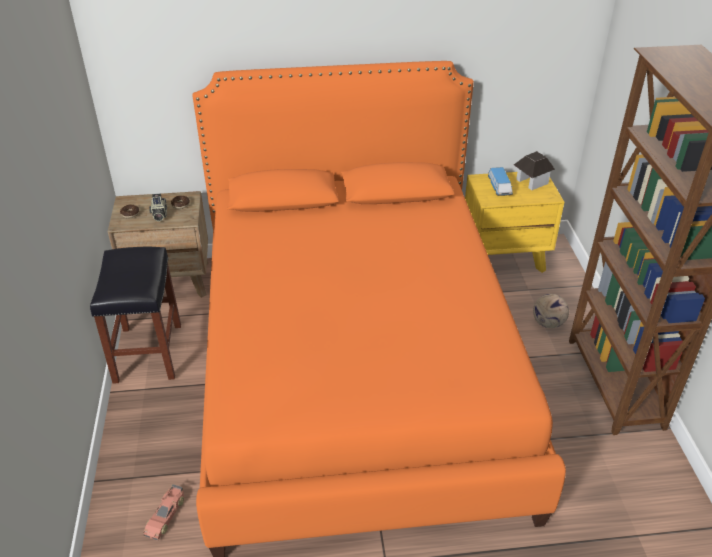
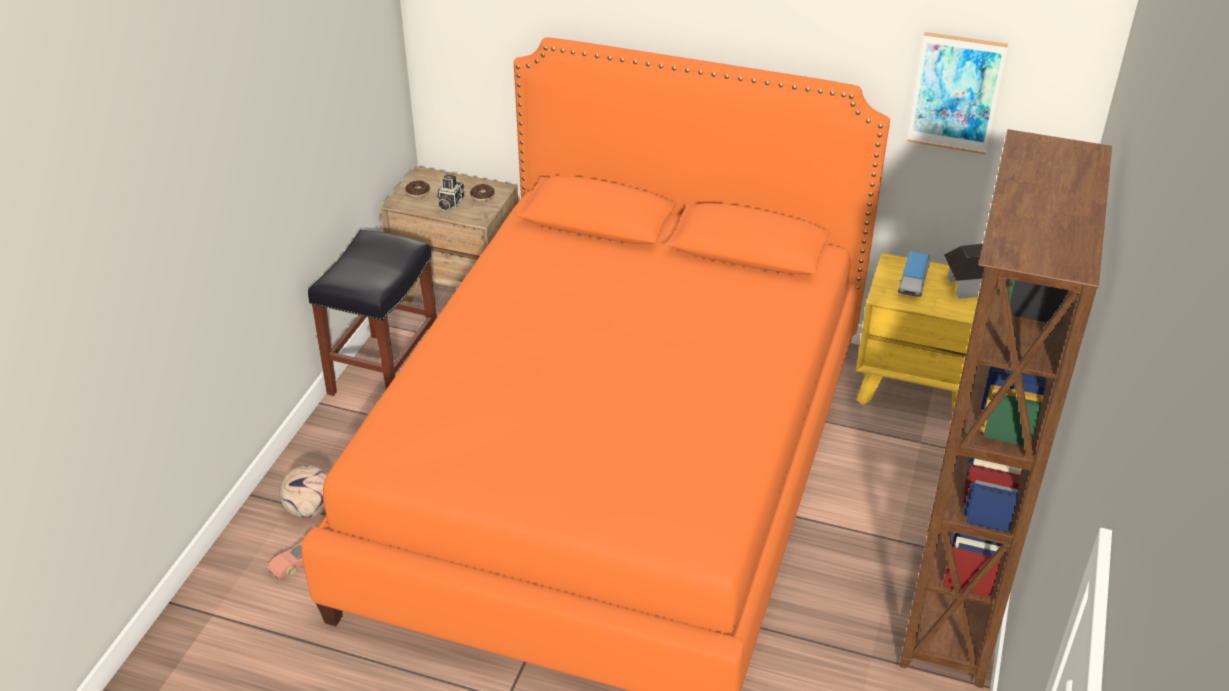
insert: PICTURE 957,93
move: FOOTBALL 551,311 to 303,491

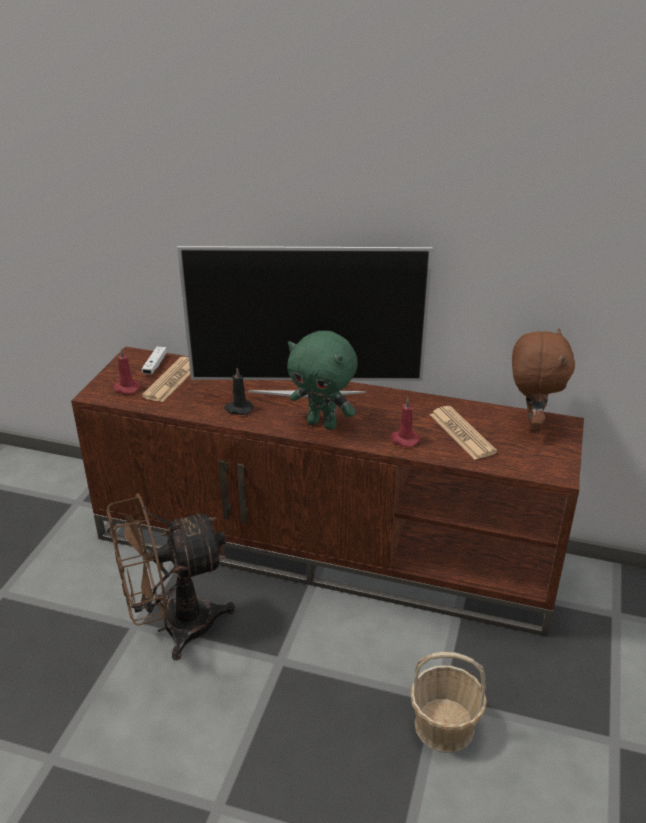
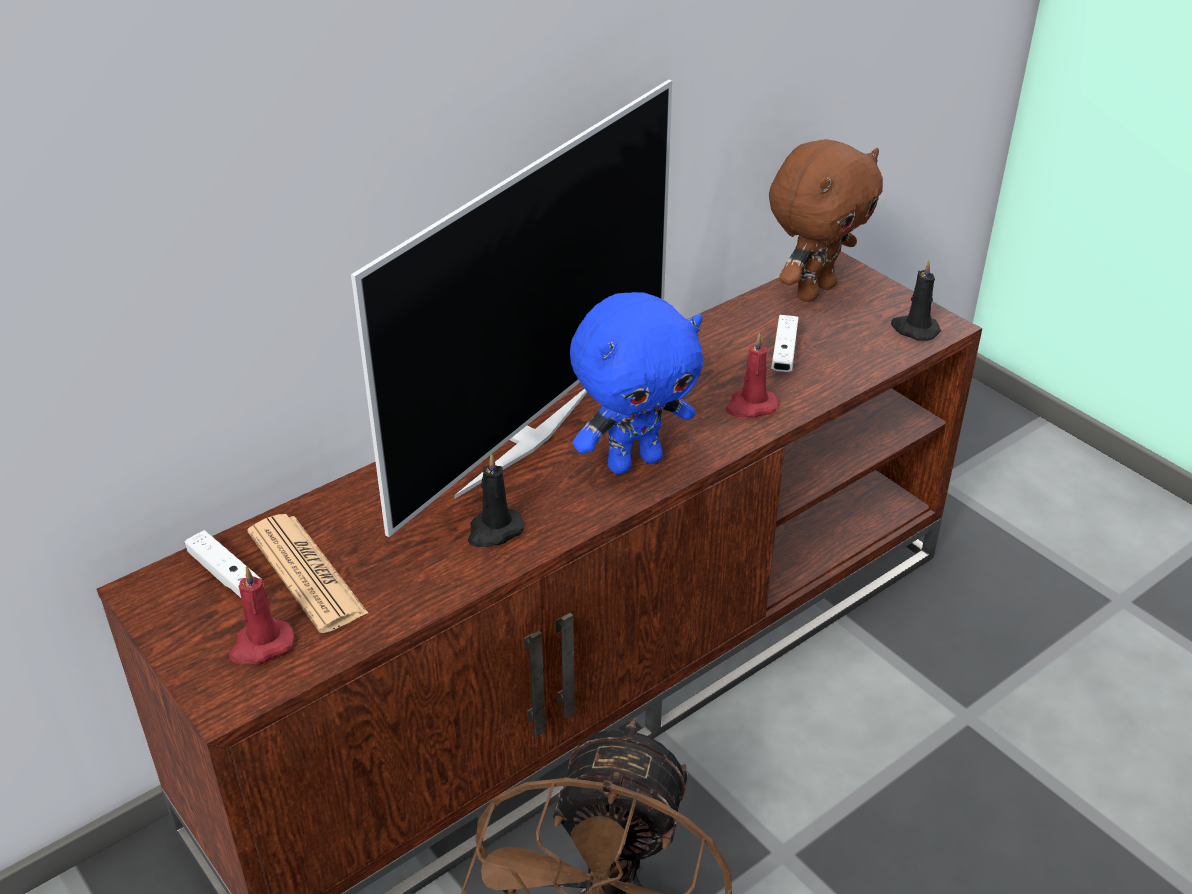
delete: BASKET 448,702
insert: BLACK CANDLE 916,300
replace: NEWSPAPER 463,433 to WHITE GAME CONTROLLER 784,343
recolor: GREEN PLUSH TOY 322,380 to BLUE PLUSH TOY 636,383
rotate: BROWN PLUSH TOY 543,380 = 826,220 90 degrees clockwise

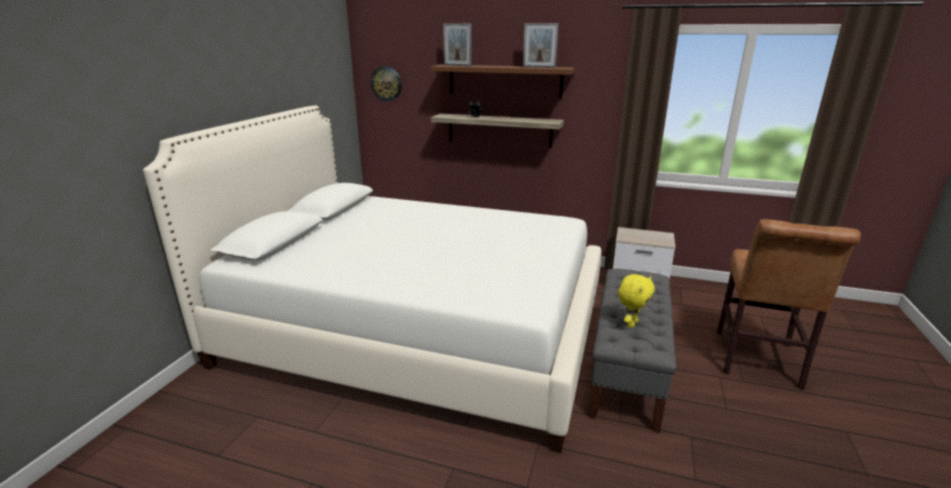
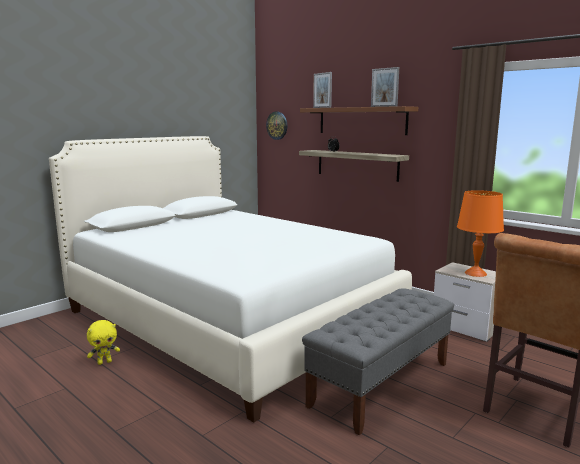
insert: ORANGE TABLE LAMP 480,233
move: YELLOW PLUSH TOY 636,301 to 103,342

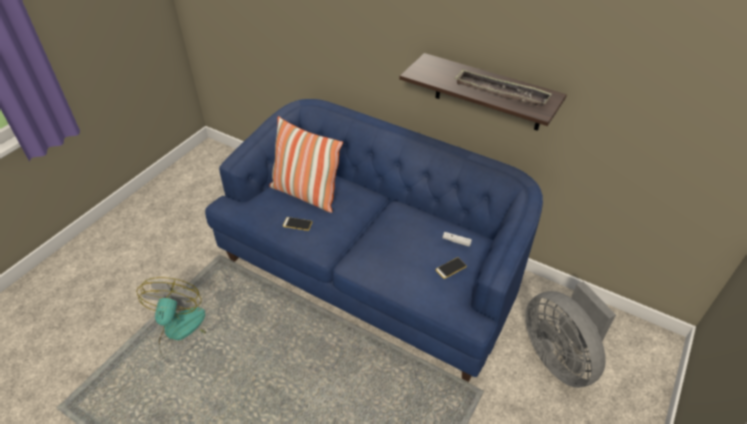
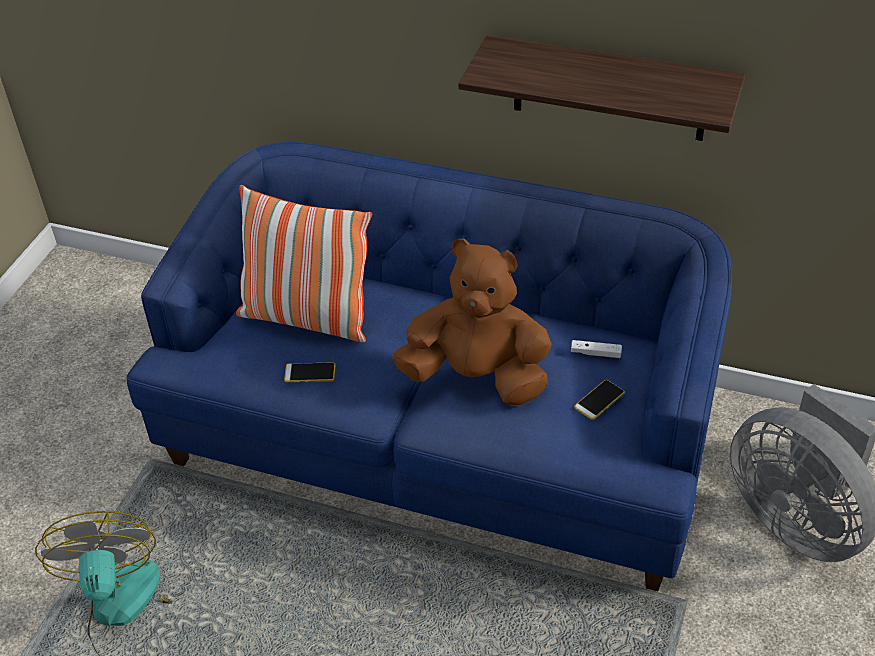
delete: TRAY 503,87
insert: BROWN PLUSH TOY 472,321

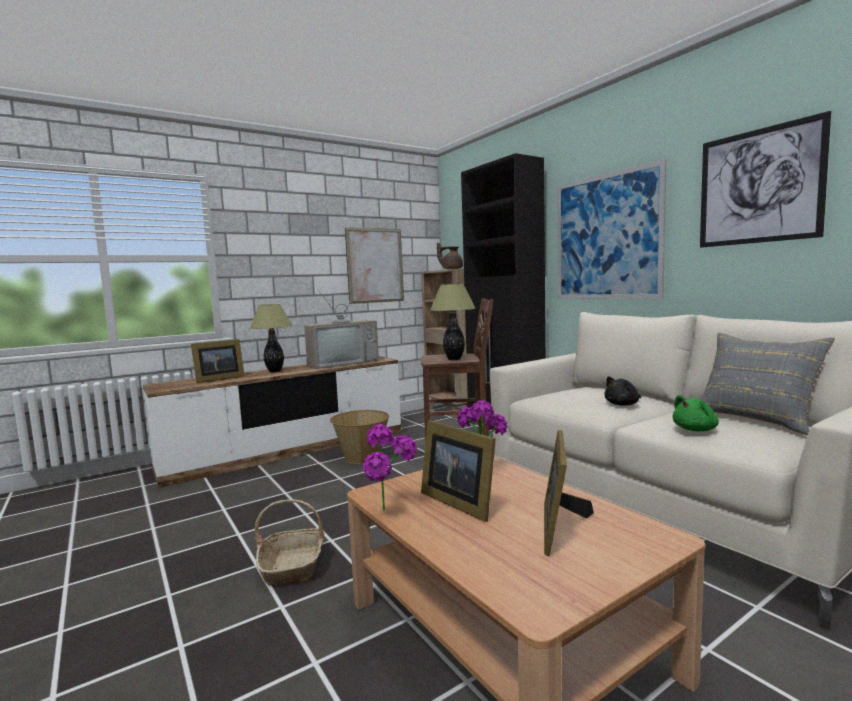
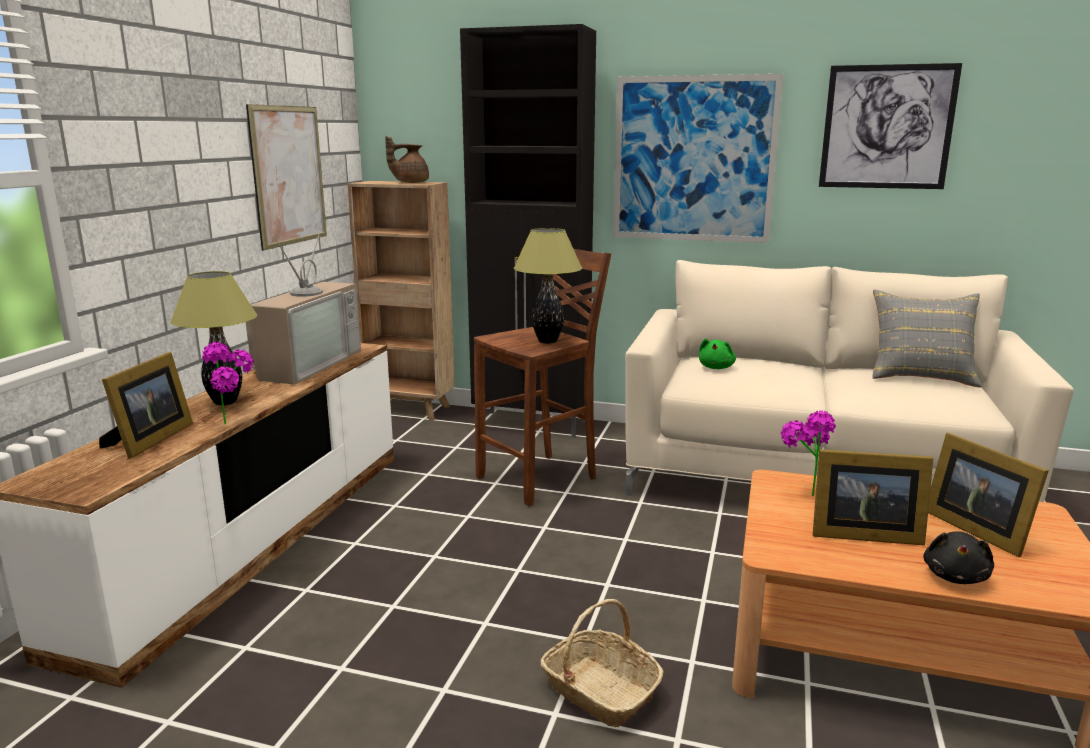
delete: BASKET 359,437
move: POTTED PLANT 390,467 to 228,383; BLACK PLUSH TOY 622,391 to 958,557; GREEN PLUSH TOY 695,413 to 717,354

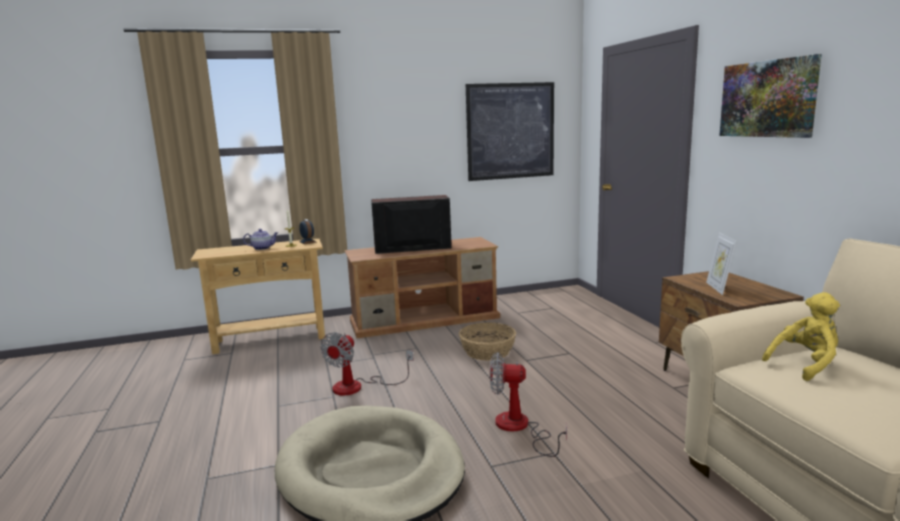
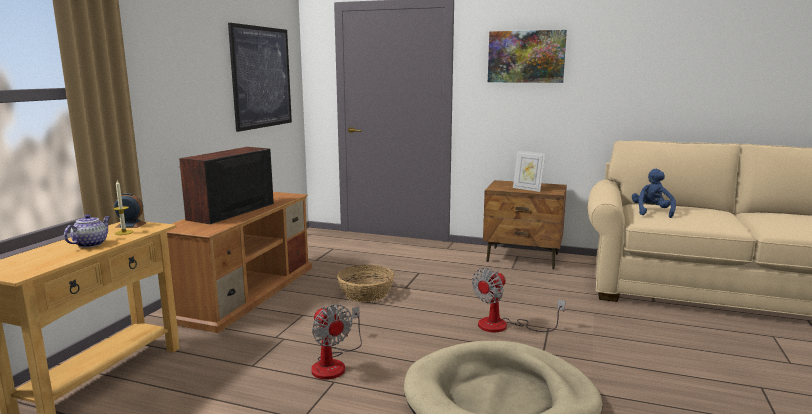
recolor: YELLOW PLUSH TOY 801,336 to BLUE PLUSH TOY 654,193

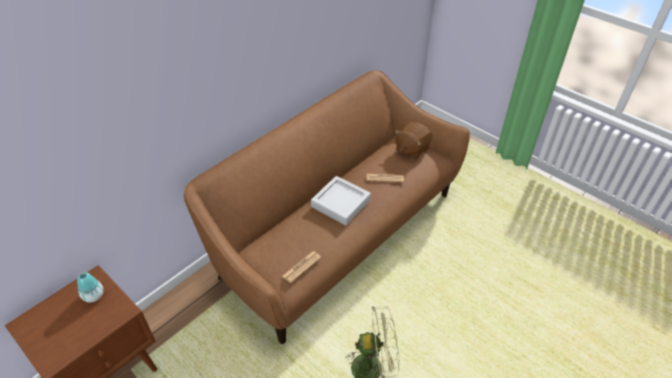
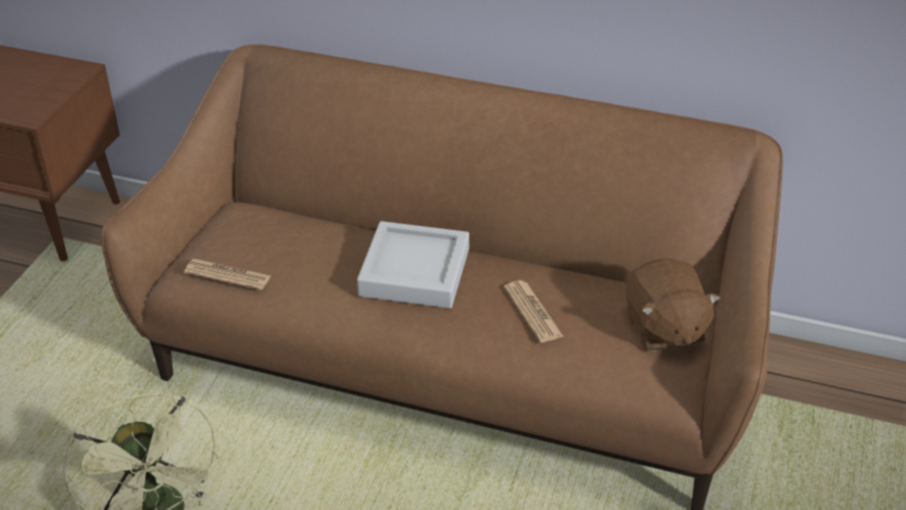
delete: VASE 90,287
rotate: BROWN PLUSH TOY 414,141 = 672,305 120 degrees counterclockwise

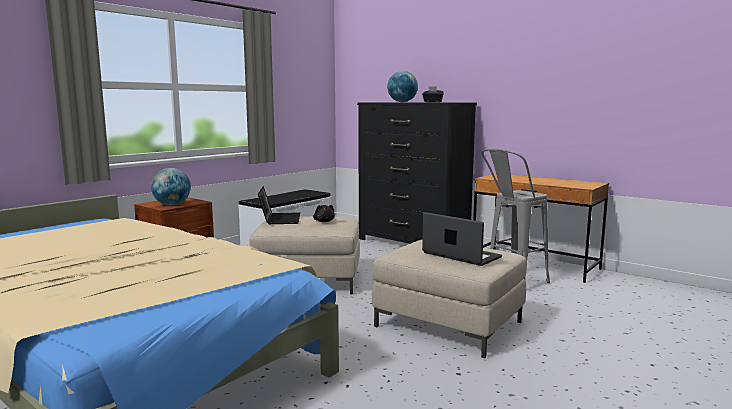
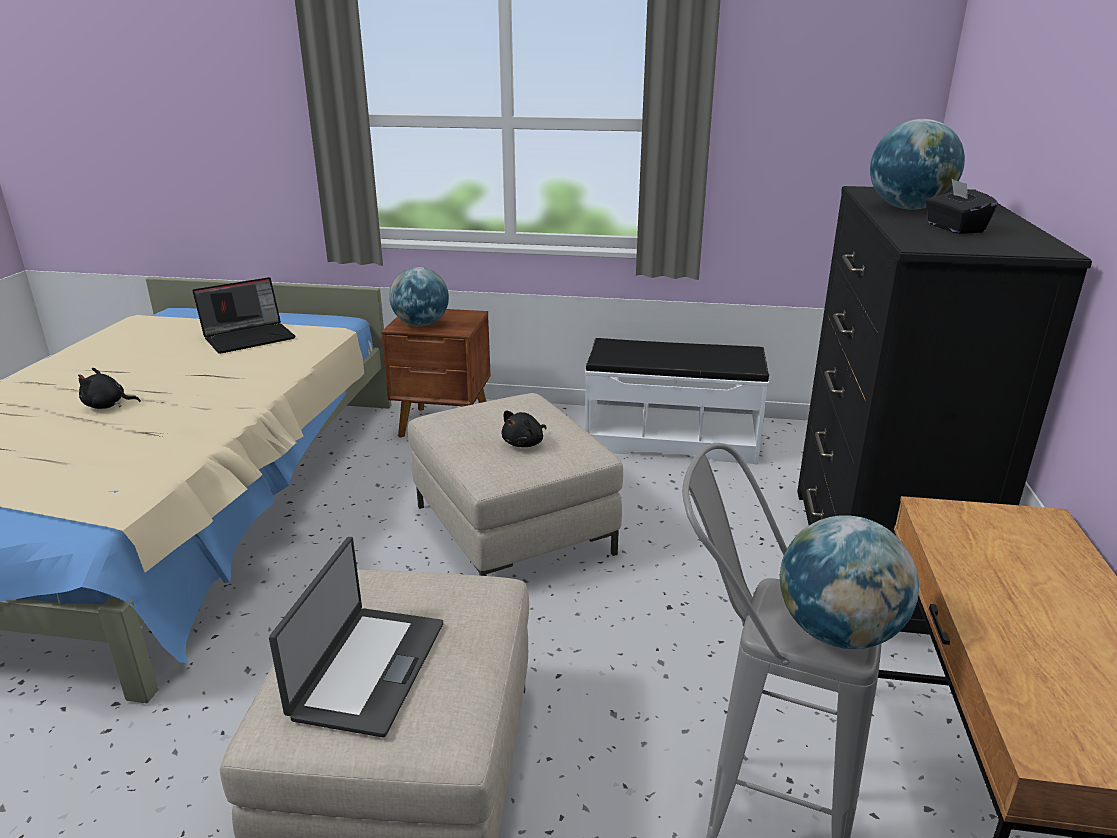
insert: BLACK PLUSH TOY 109,388; GLOBE 849,582
move: LAPTOP 279,205 to 243,315

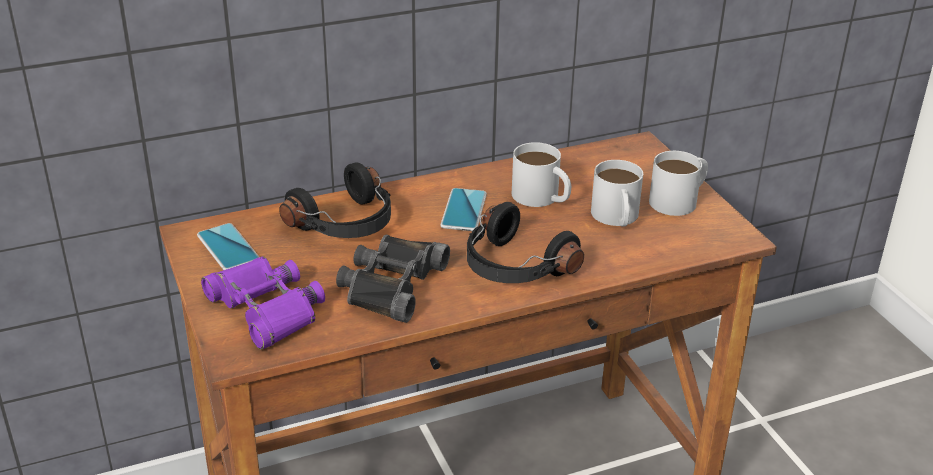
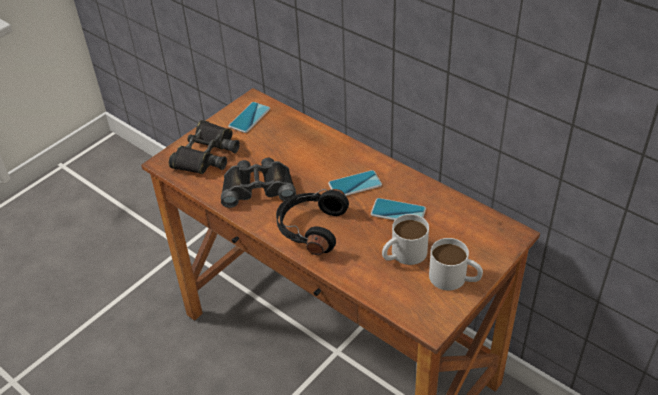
delete: BLACK HEADPHONES 335,200
replace: WHITE MUG 541,174 to PHONE 398,209
recolor: PURPLE BINOCULARS 263,303 to BLACK BINOCULARS 204,147

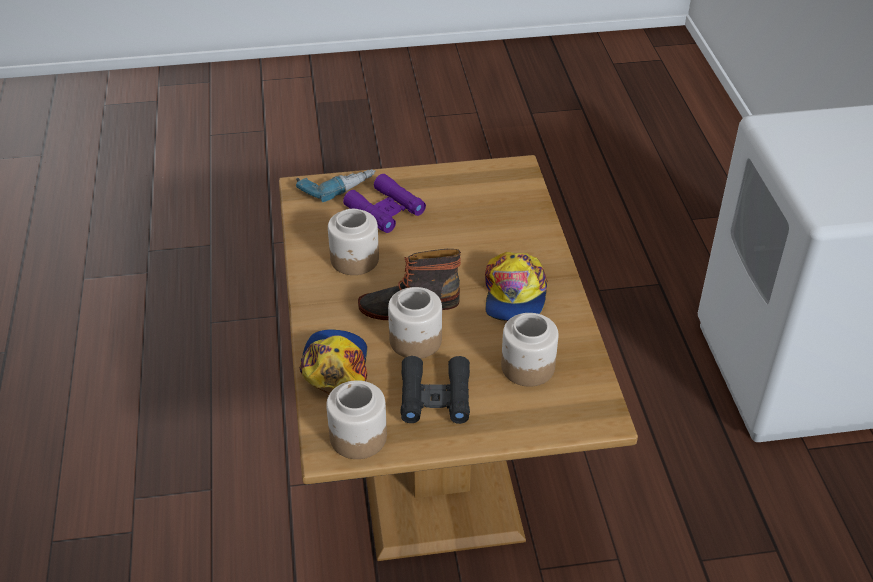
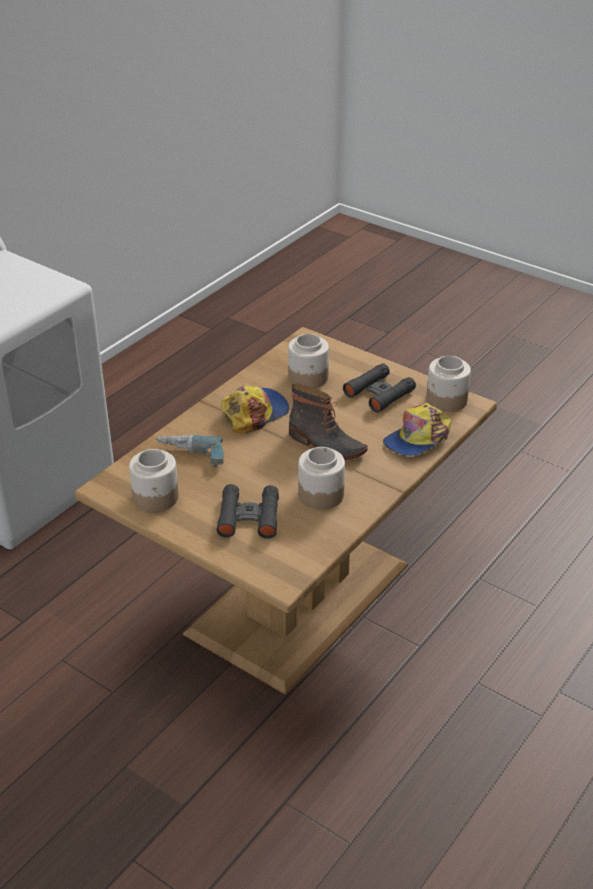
move: POWER DRILL 335,185 to 190,451; JAR 415,323 to 154,480
recolor: PURPLE BINOCULARS 384,203 to BLACK BINOCULARS 248,511

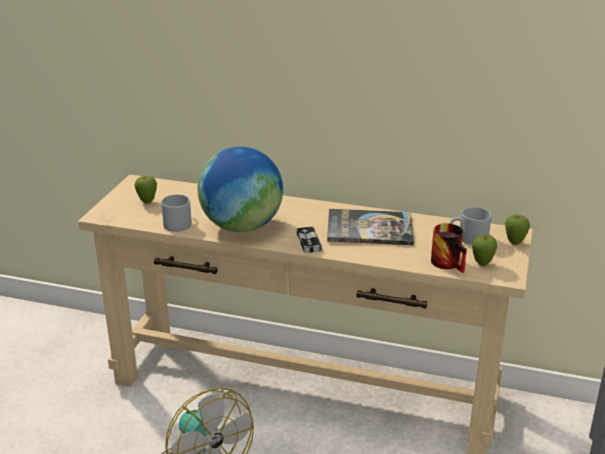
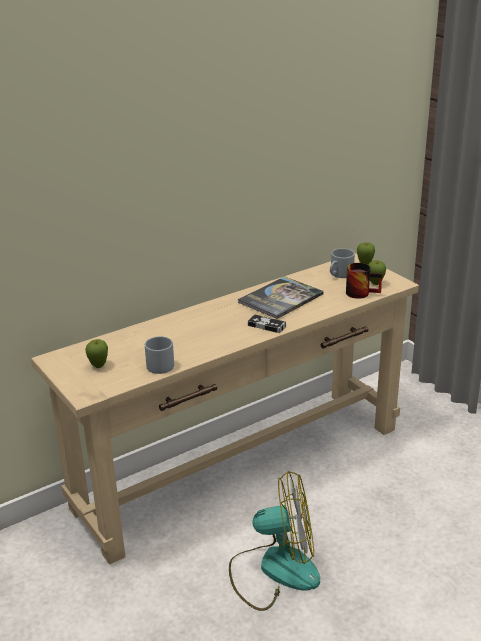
delete: GLOBE 240,189

